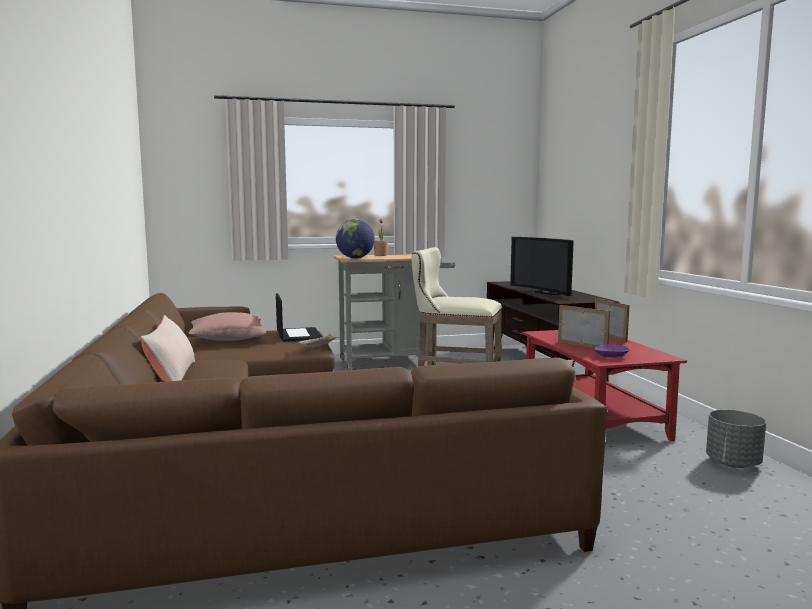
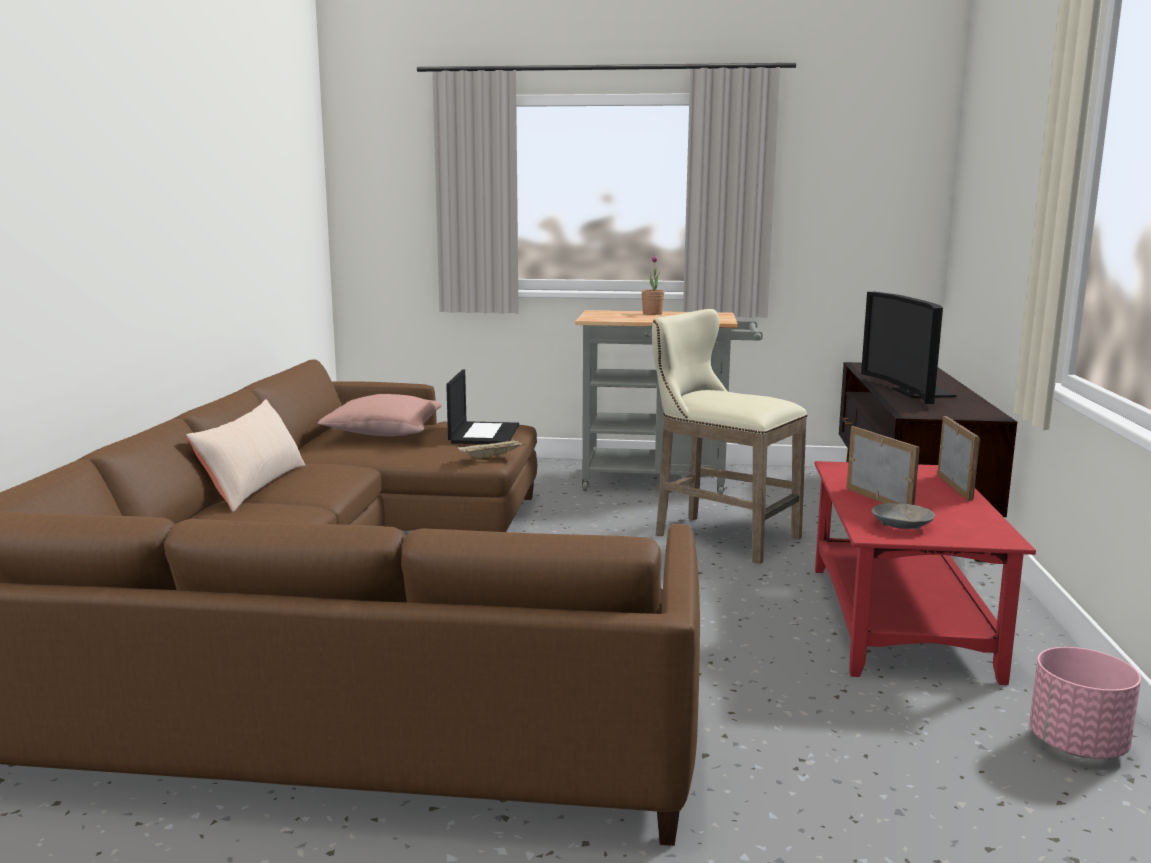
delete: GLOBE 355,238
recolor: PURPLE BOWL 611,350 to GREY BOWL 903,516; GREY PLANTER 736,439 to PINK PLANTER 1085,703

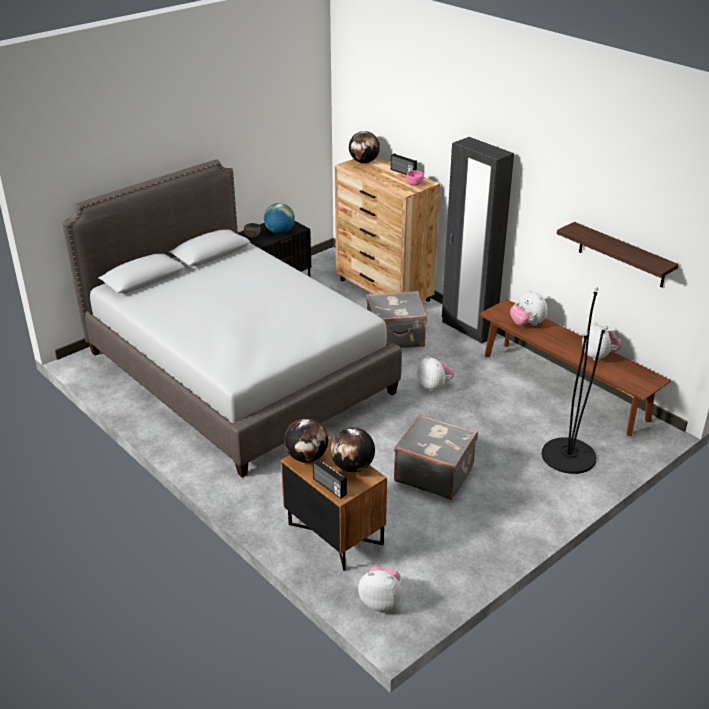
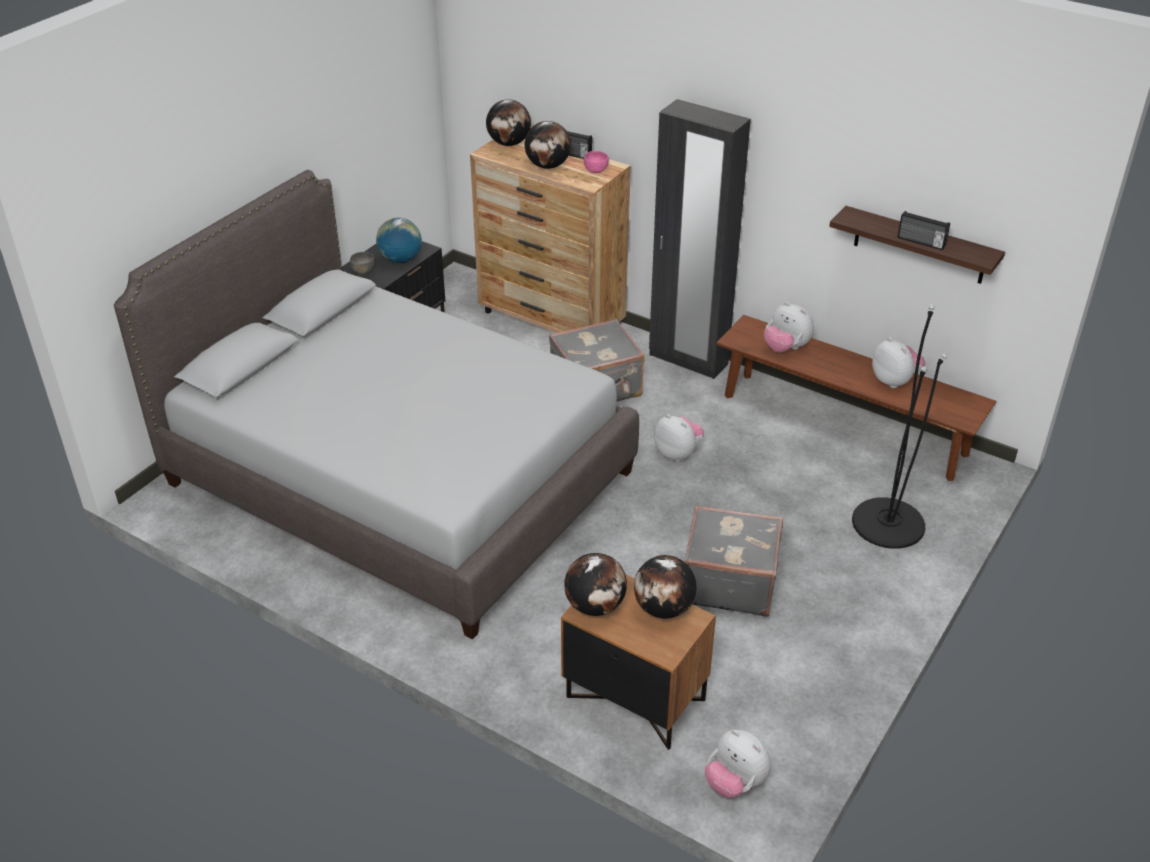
insert: GLOBE 547,145
move: RADIO 330,478 to 923,230
rotate: PLUSH TOY 380,588 = 738,764 135 degrees counterclockwise

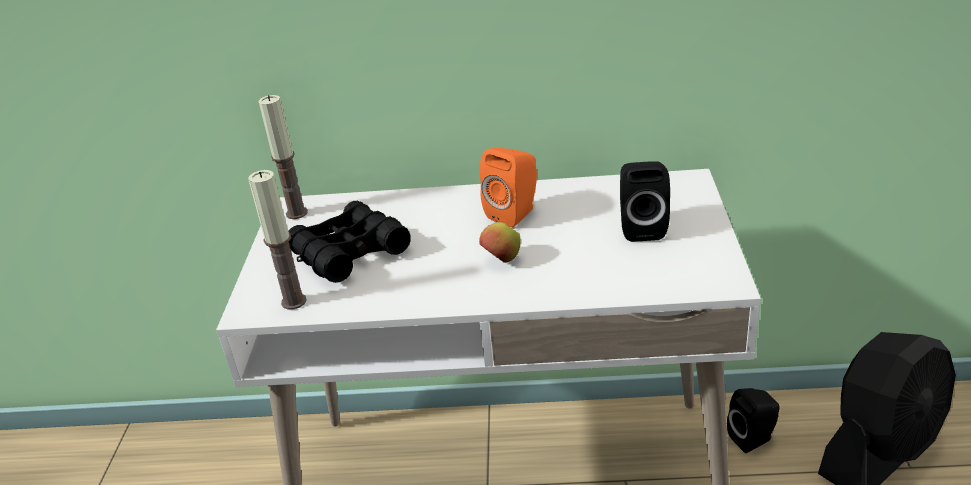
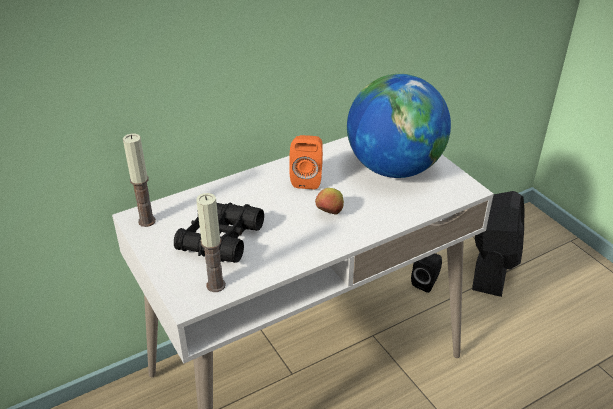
replace: BLACK SPEAKER 645,201 to GLOBE 399,126

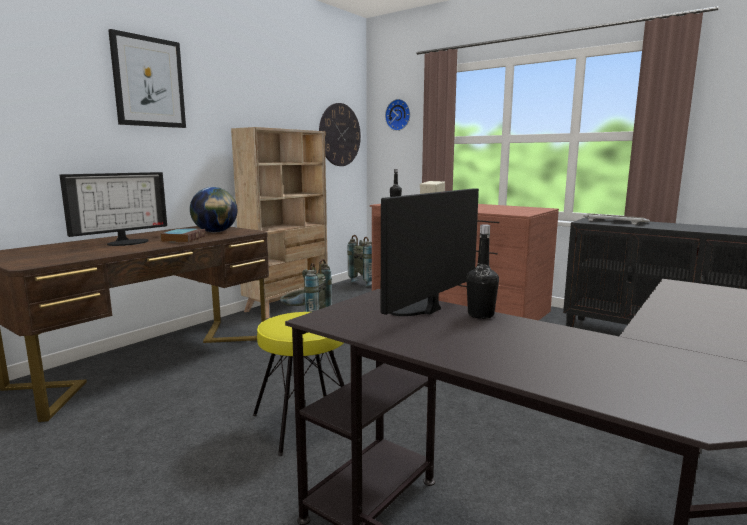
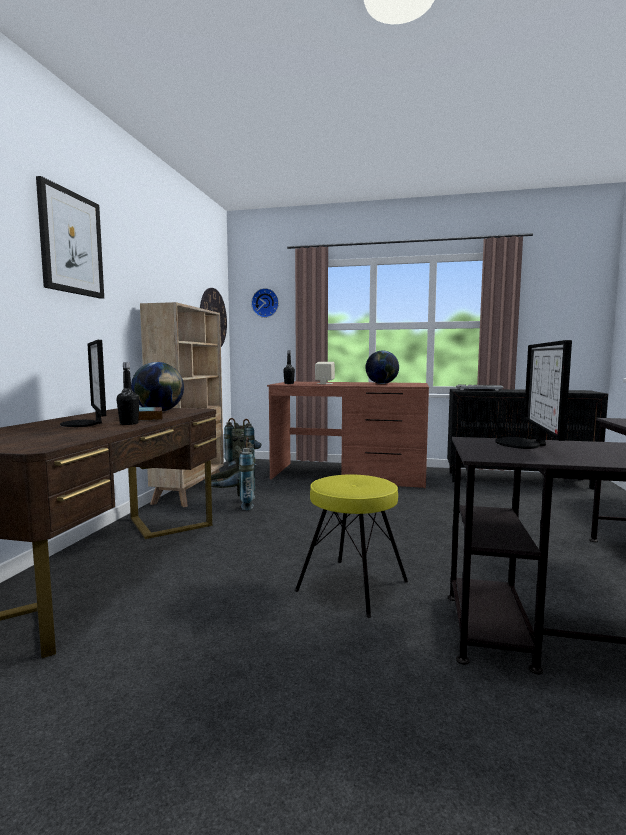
insert: GLOBE 382,367
move: BLACK BOTTLE 482,271 to 127,393
rotate: MONITOR 113,209 = 83,383 135 degrees clockwise

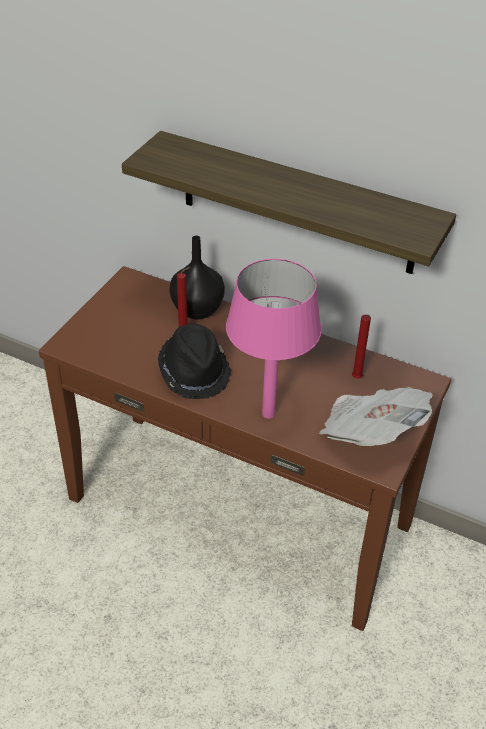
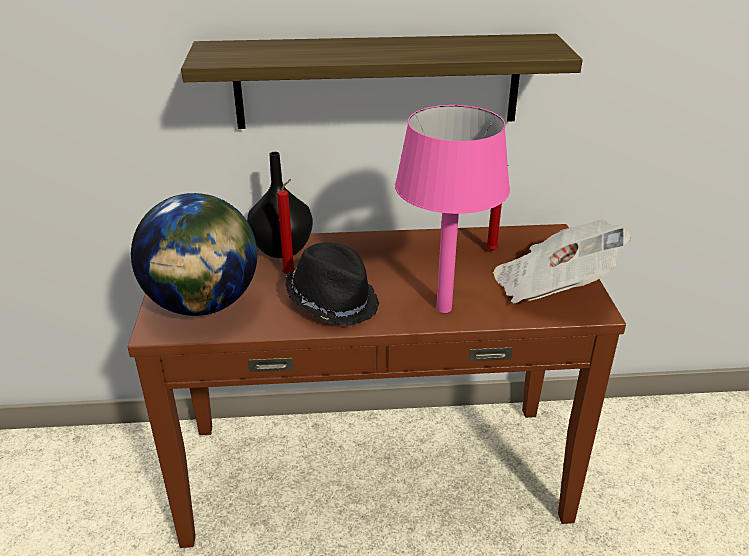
insert: GLOBE 194,254

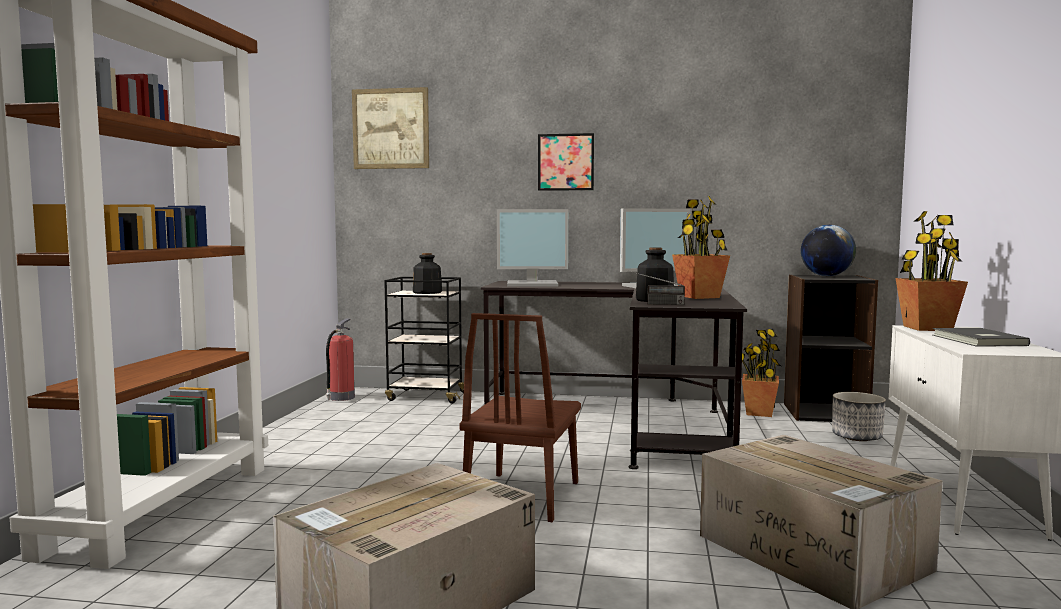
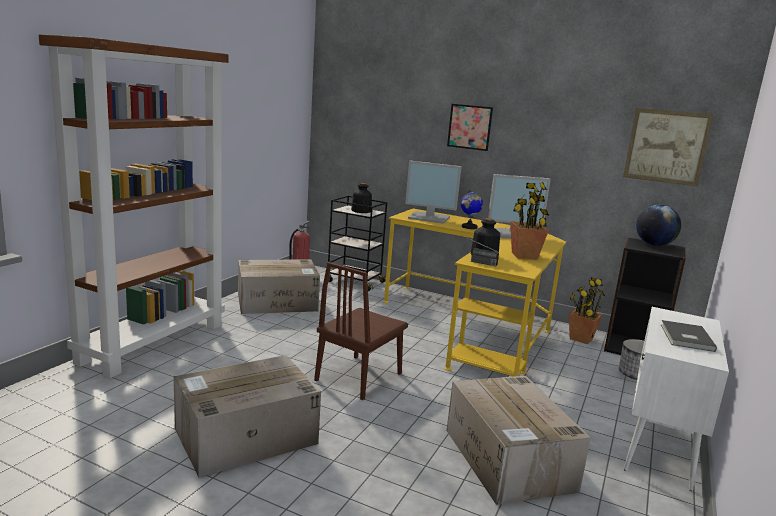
delete: POTTED PLANT 931,271
insert: CARDBOARD BOX 279,286; GLOBE 472,209
move: PICTURE 390,128 to 668,147
recolor: BLACK DESK 614,375 to YELLOW DESK 474,293

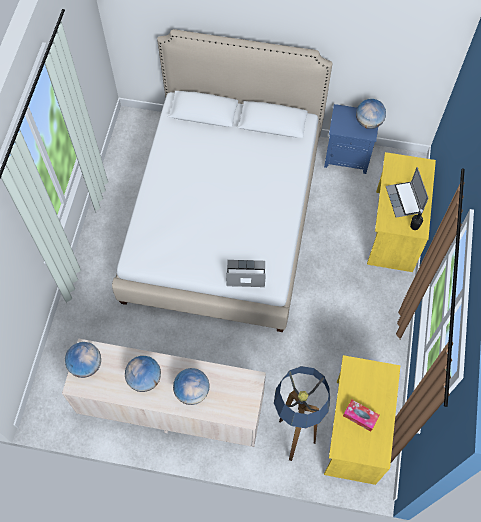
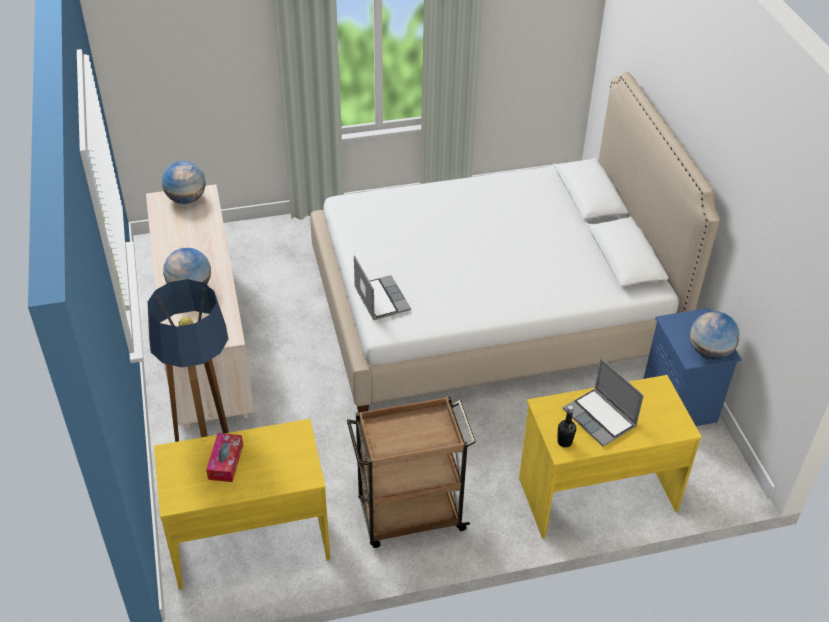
delete: GLOBE 143,374
insert: BROWN CART 411,472
rotate: LAPTOP 407,192 = 603,402 90 degrees counterclockwise

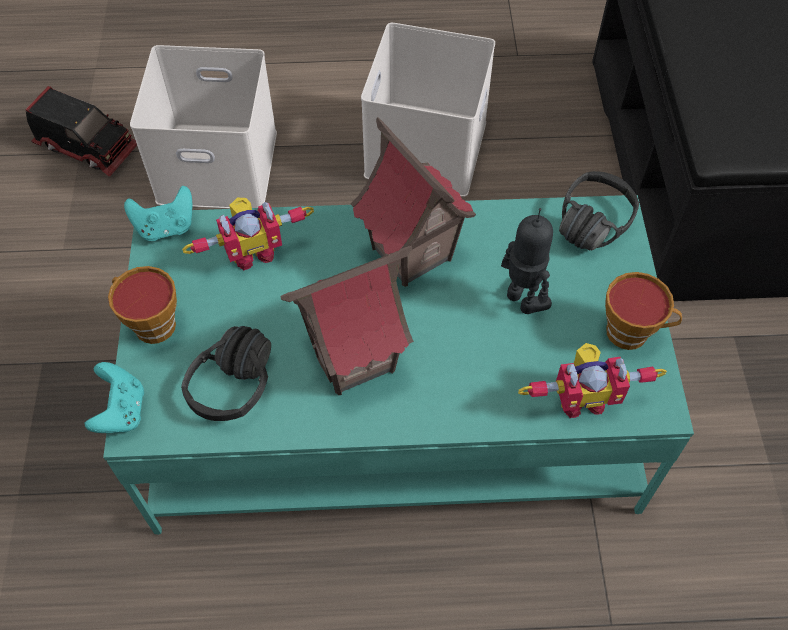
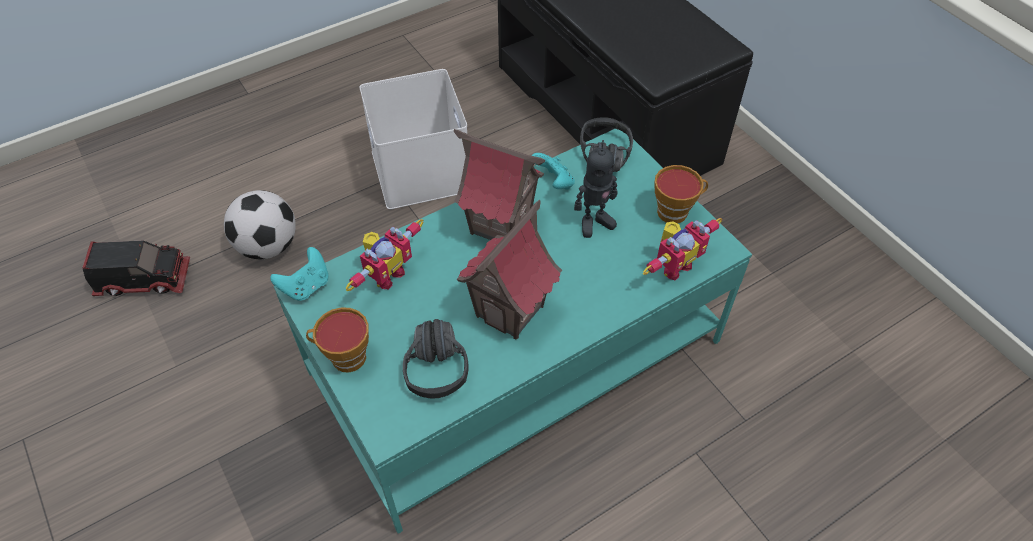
move: TURQUOISE GAME CONTROLLER 114,397 to 553,171
replace: WHITE STORAGE BOX 203,127 to FOOTBALL 260,224
rotate: TOY ROBOT 527,261 = 596,189 135 degrees clockwise

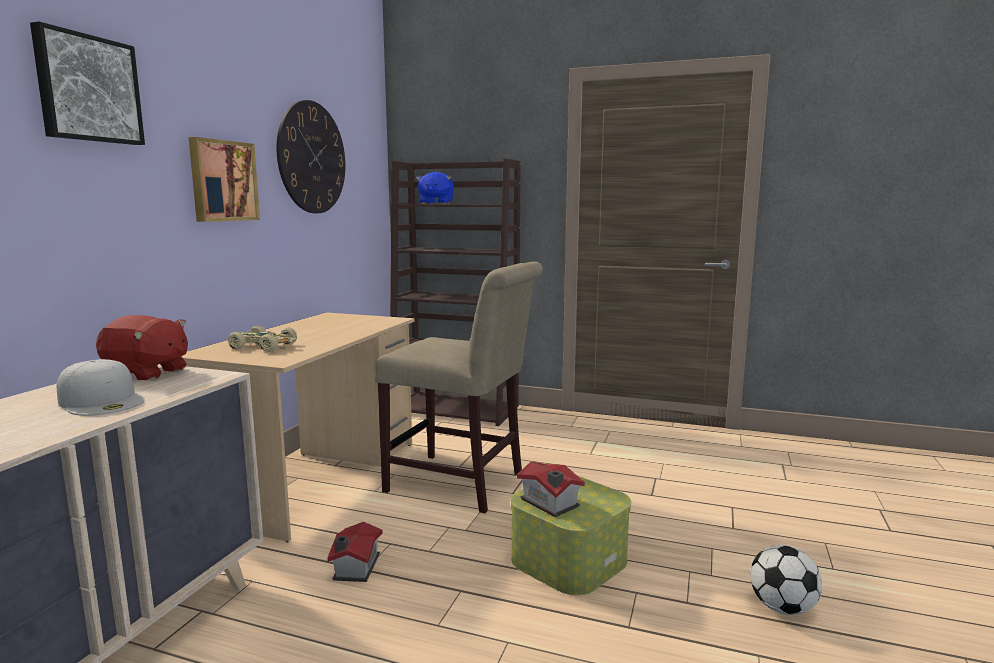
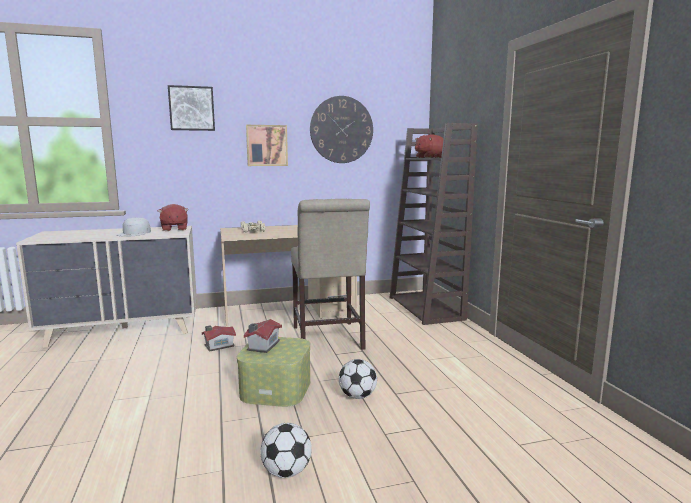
insert: FOOTBALL 358,379
recolor: BLUE PLUSH TOY 434,188 to RED PLUSH TOY 429,146

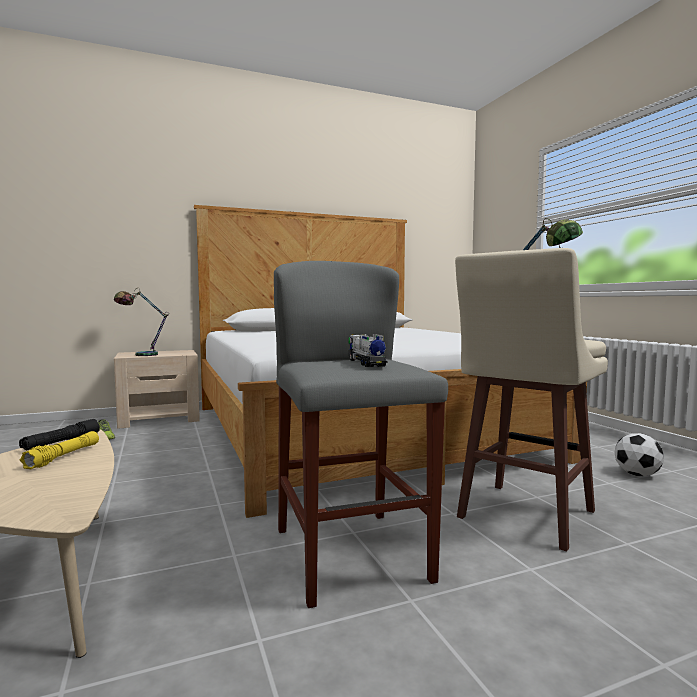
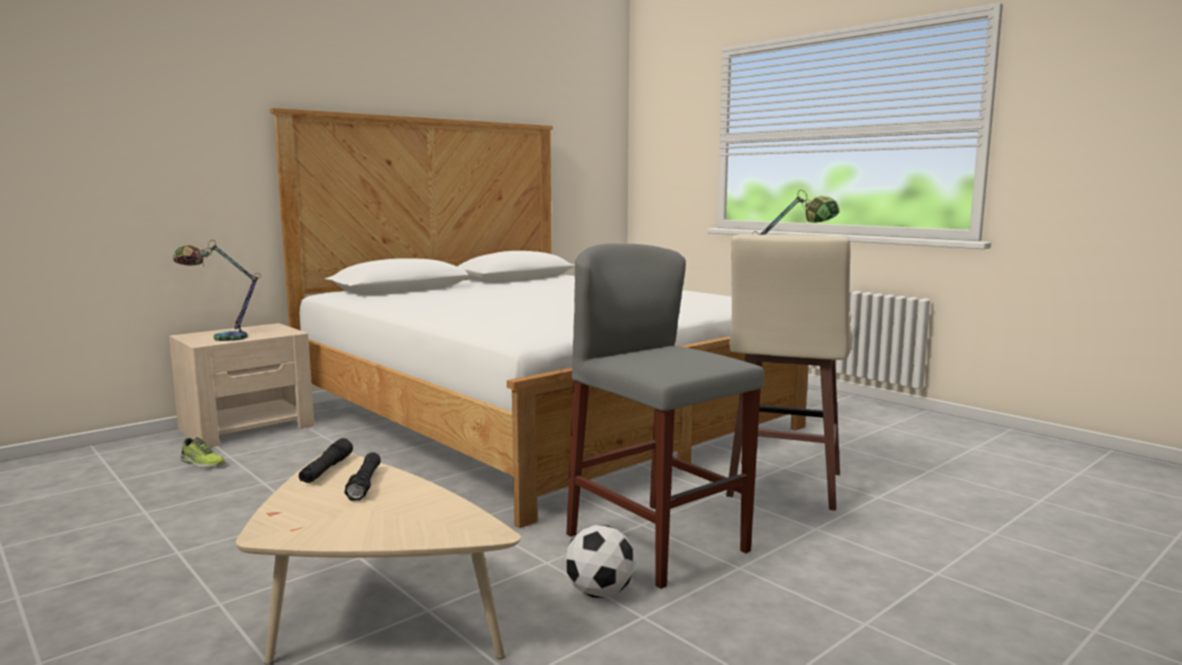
delete: TOY TRUCK 368,350
move: FOOTBALL 639,454 to 600,561
recolor: YELLOW FLASHLIGHT 59,450 to BLACK FLASHLIGHT 362,476

